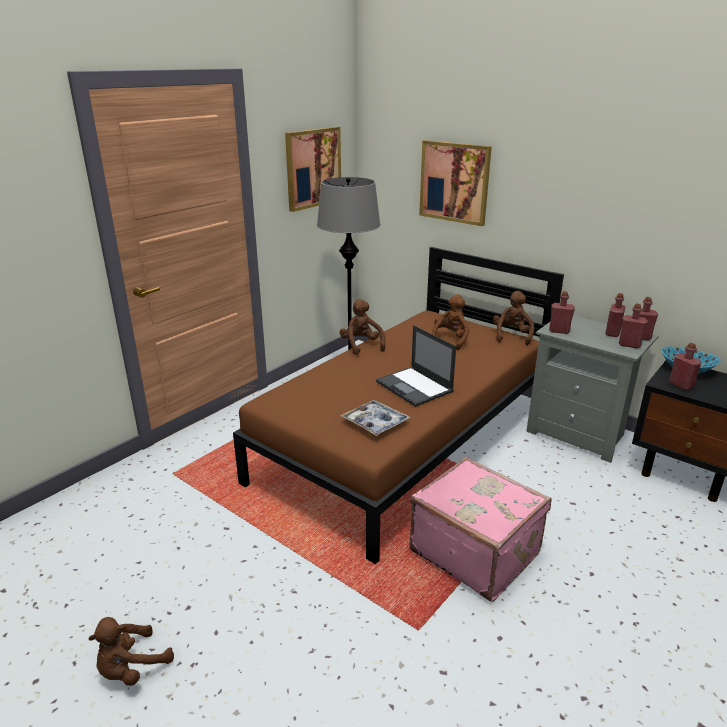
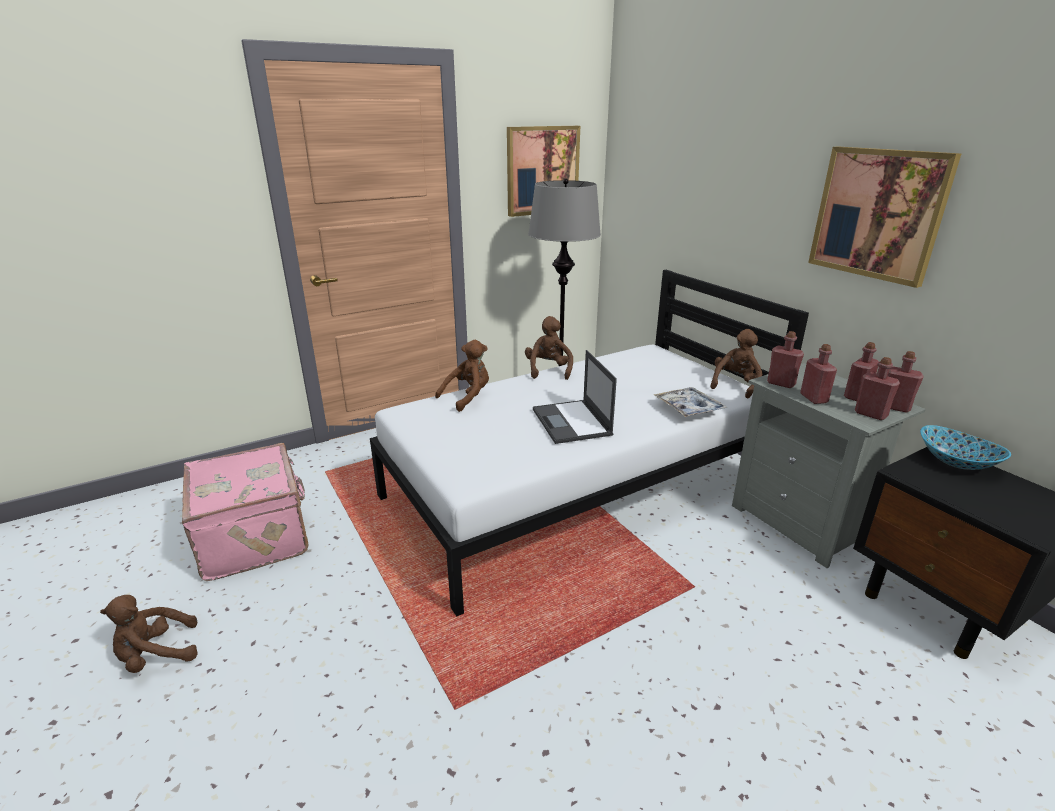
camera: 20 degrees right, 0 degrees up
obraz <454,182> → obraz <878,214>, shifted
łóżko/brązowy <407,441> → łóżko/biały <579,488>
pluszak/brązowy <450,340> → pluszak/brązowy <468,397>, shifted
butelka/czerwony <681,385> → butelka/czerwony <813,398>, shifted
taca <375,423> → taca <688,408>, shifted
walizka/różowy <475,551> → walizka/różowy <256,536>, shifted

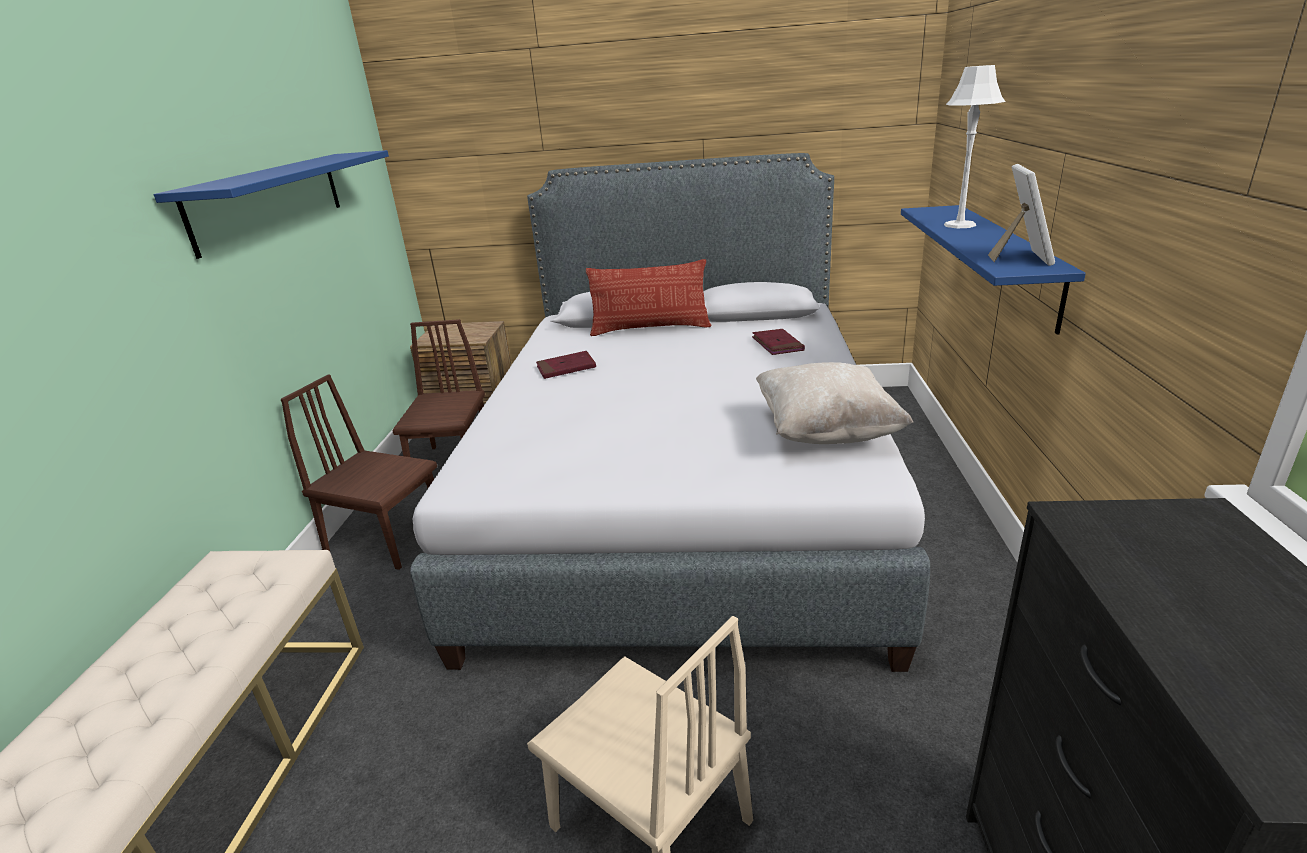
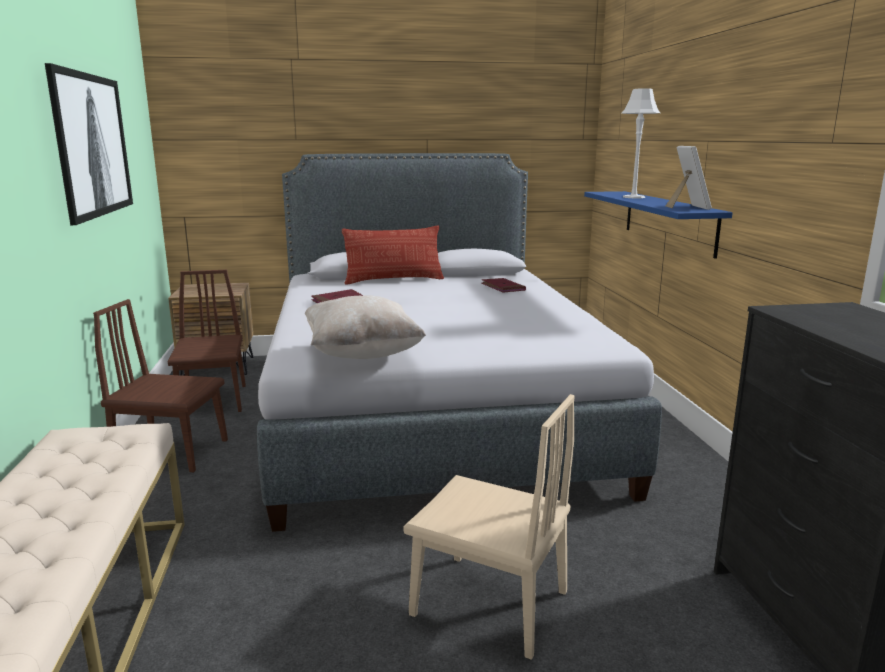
camera: 15 degrees left, 10 degrees down
półka/niebieski <269,200> → obraz <91,145>
poduszka/beżowy <826,432> → poduszka/beżowy <362,354>, shifted

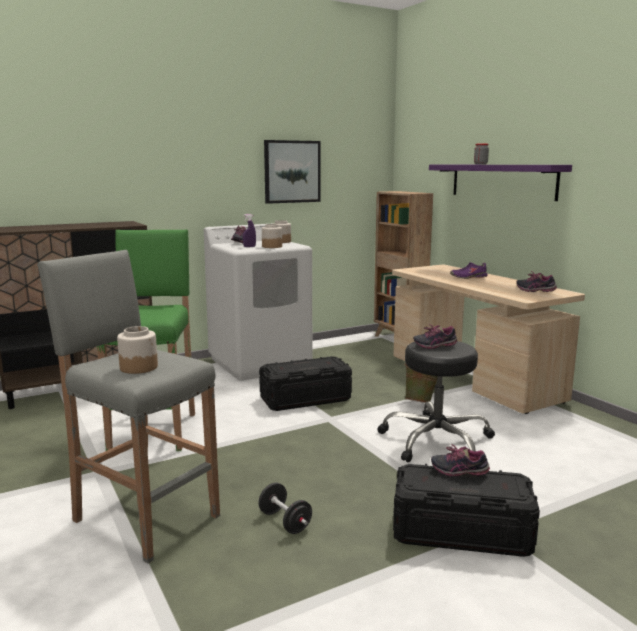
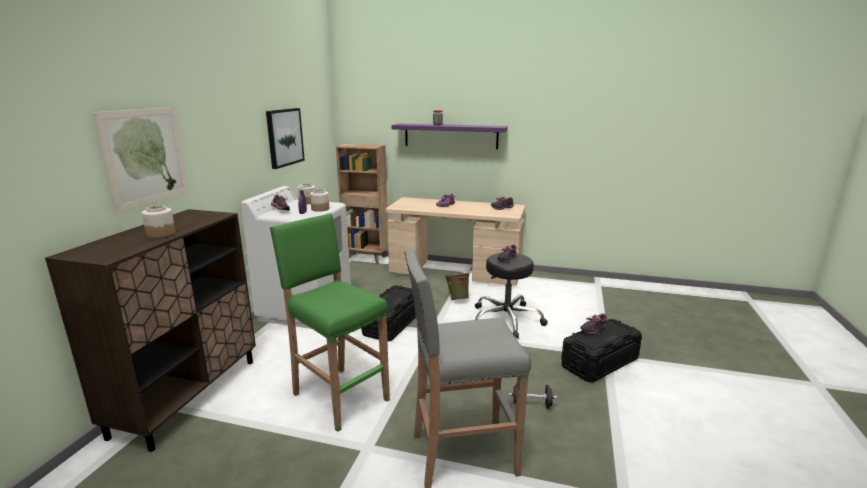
camera: 45 degrees left, 5 degrees up
słoik <139,367> → słoik <161,234>, shifted
- → obraz <145,157>

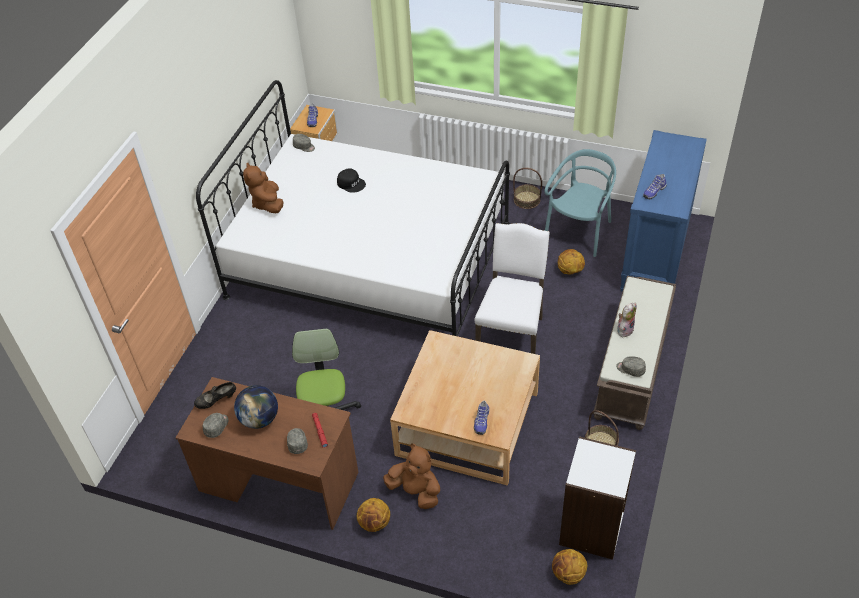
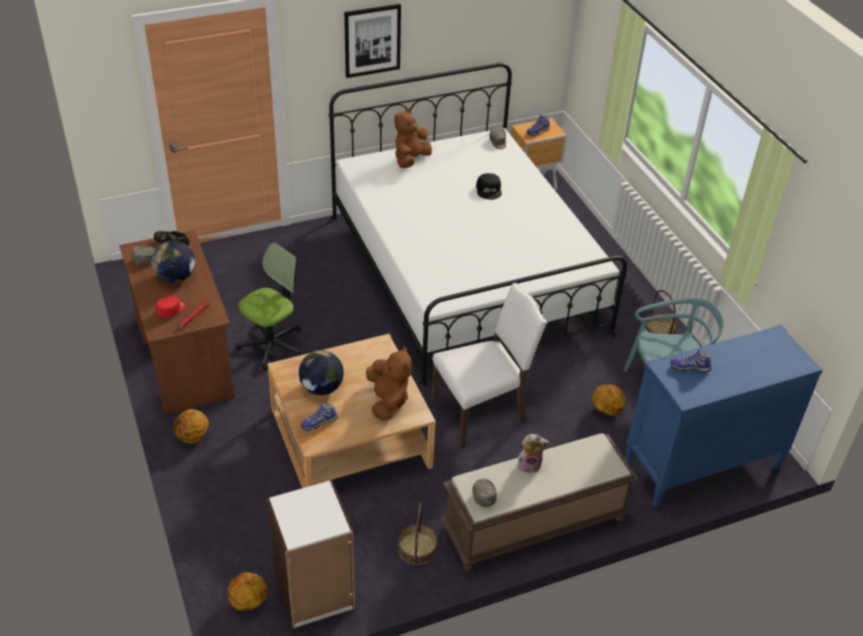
camera: 45 degrees right, 5 degrees down
czapka z daszkiem/szary <297,442> → czapka z daszkiem/czerwony <171,310>
pluszak/brązowy <415,491> → pluszak/brązowy <388,401>, shifted
- → obraz <372,40>
- → globus <322,388>

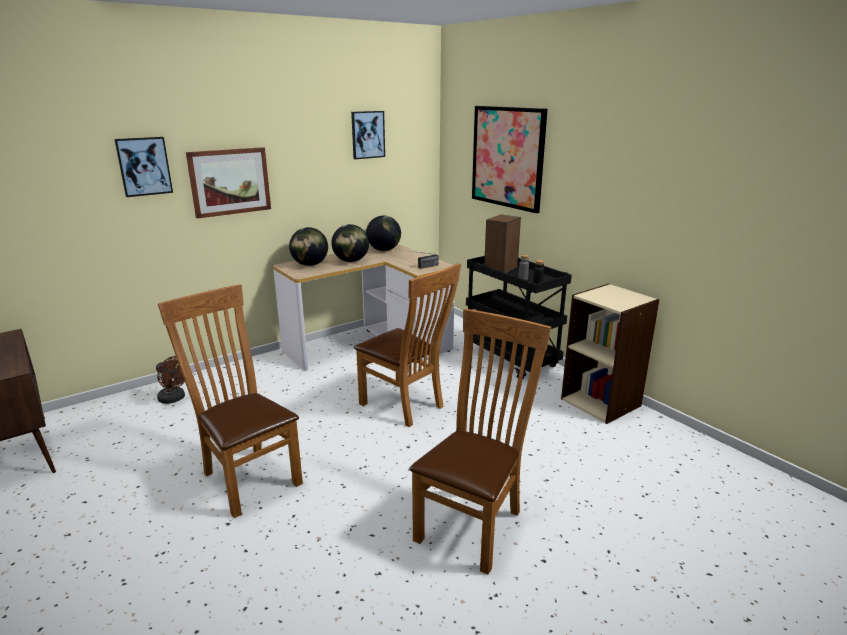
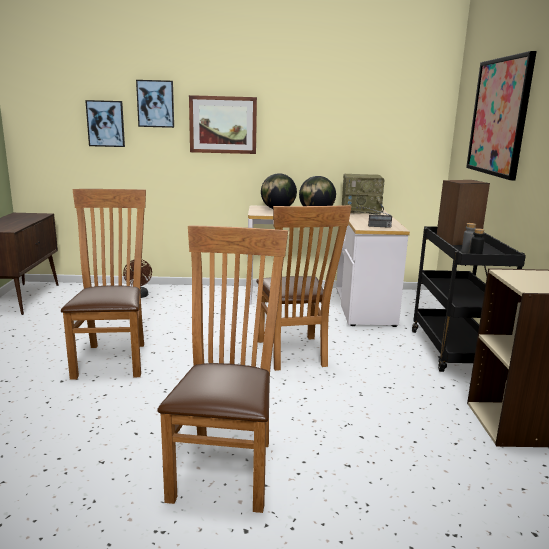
camera: 35 degrees right, 5 degrees down
obraz <367,134> → obraz <106,123>, shifted
globus <384,250> → radio <361,211>
krzesło/brązowy <474,523> → krzesło/brązowy <226,465>, 60 degrees counterclockwise

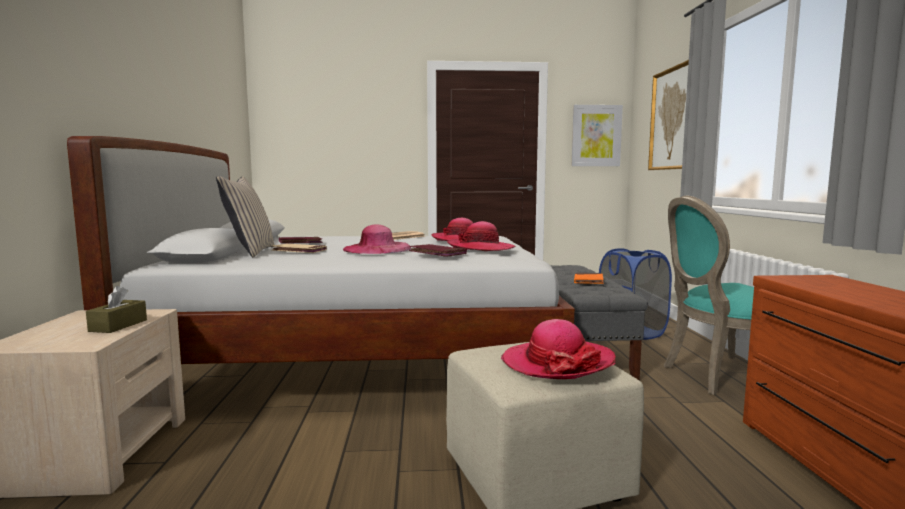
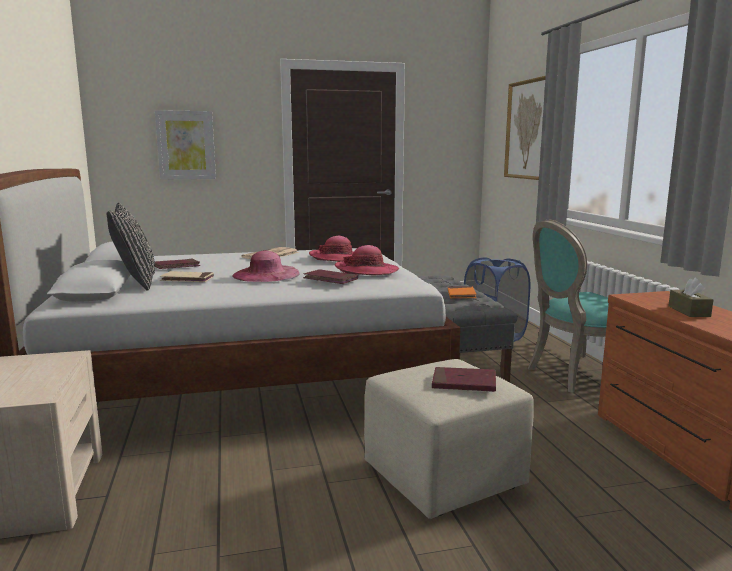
camera: 10 degrees left, 5 degrees up
obraz <596,136> → obraz <186,145>, shifted
poduszka/beżowy <250,252> → poduszka/czarny <136,283>
pudełko chusteczek/brązowy <118,325> → pudełko chusteczek/brązowy <689,311>, shifted
kapelusz <557,363> → książka/czerwony <464,383>

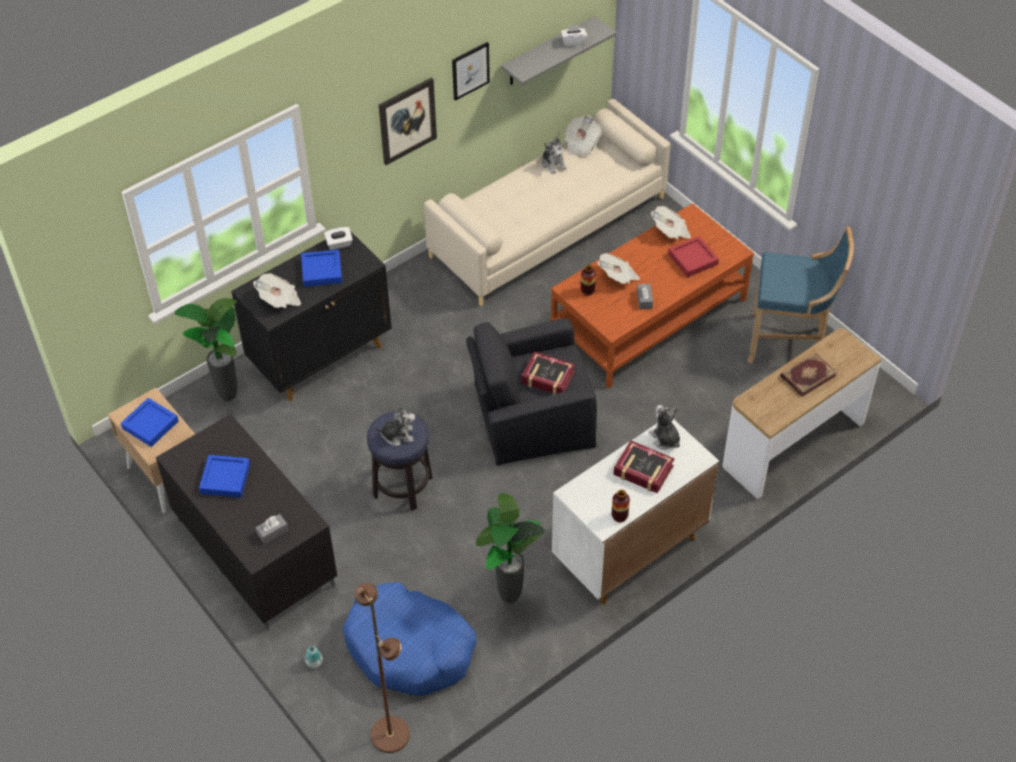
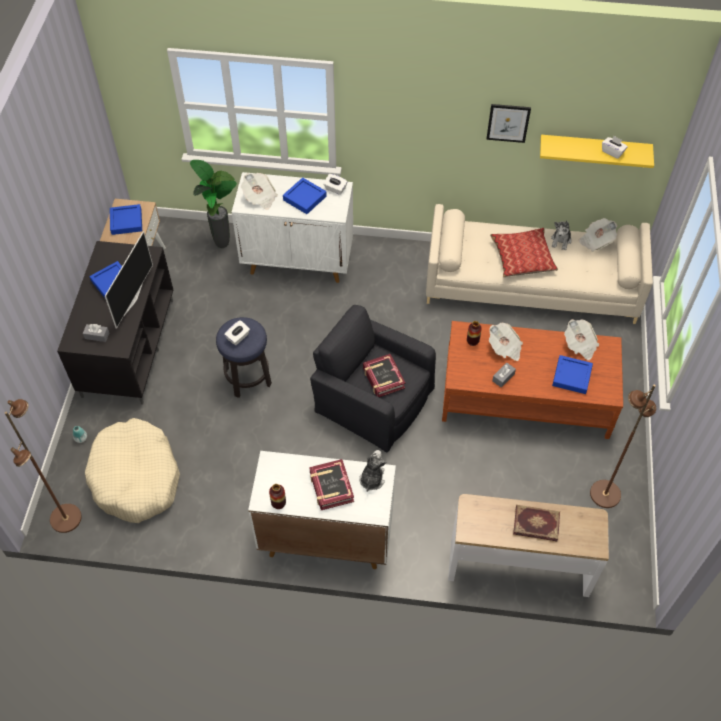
camera: 45 degrees right, 5 degrees up
półka/szary <548,52> → półka/żółty <594,149>
obraz <407,121> → -
stołek/niebieski <789,342> → lampa stojąca/brązowy <604,494>
szafka/czarny <321,356> → szafka/biały <298,261>
taca/czerwony <693,259> → taca/niebieski <571,376>
pluszak <398,435> → pudełko chusteczek/biały <238,337>
roślina doniczkowa <508,599> → -
legowisko/niebieski <409,648> → legowisko/beżowy <136,477>
- → poduszka <522,257>
- → telewizor <132,299>

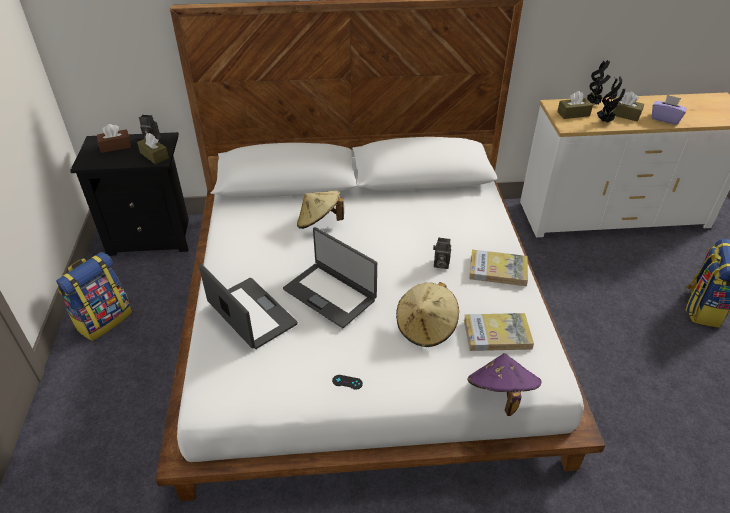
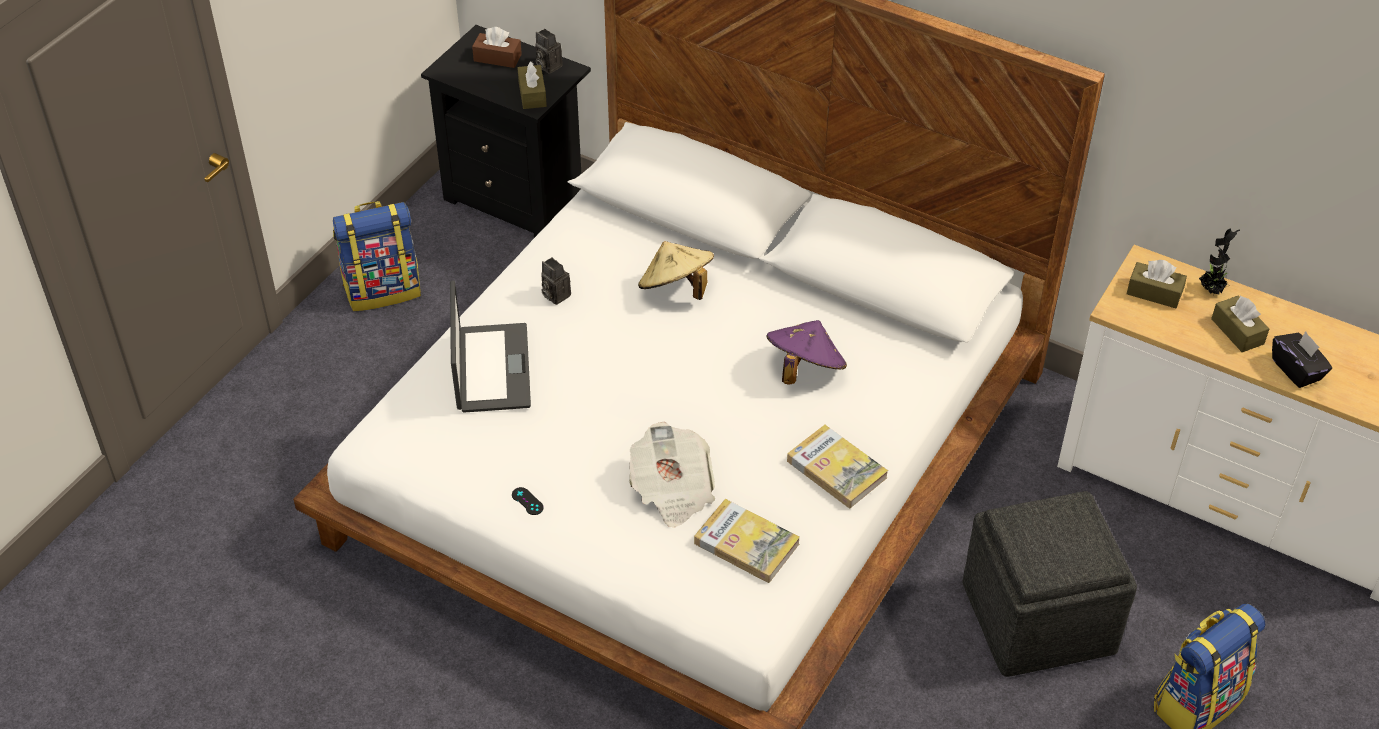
camera: 35 degrees right, 5 degrees up
roślina doniczkowa <605,122> → -
pudełko chusteczek/fioletowy <665,119> → pudełko chusteczek/czarny <1296,370>
laptop <330,294> → -
aparat fotograficzny <440,264> → aparat fotograficzny <554,295>, shifted
kapelusz/beżowy <426,327> → gazeta <672,491>
kapelusz/fioletowy <500,394> → kapelusz/fioletowy <804,369>, shifted
- → pufa/szary <1040,618>

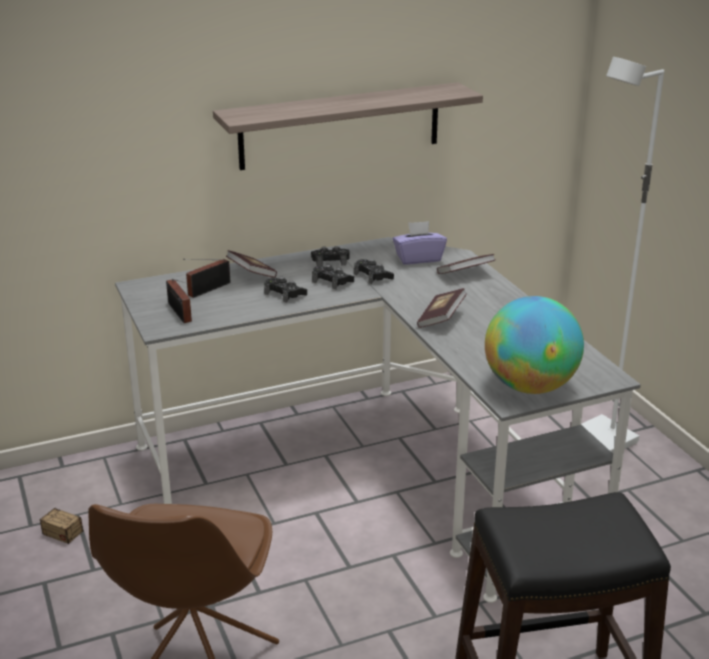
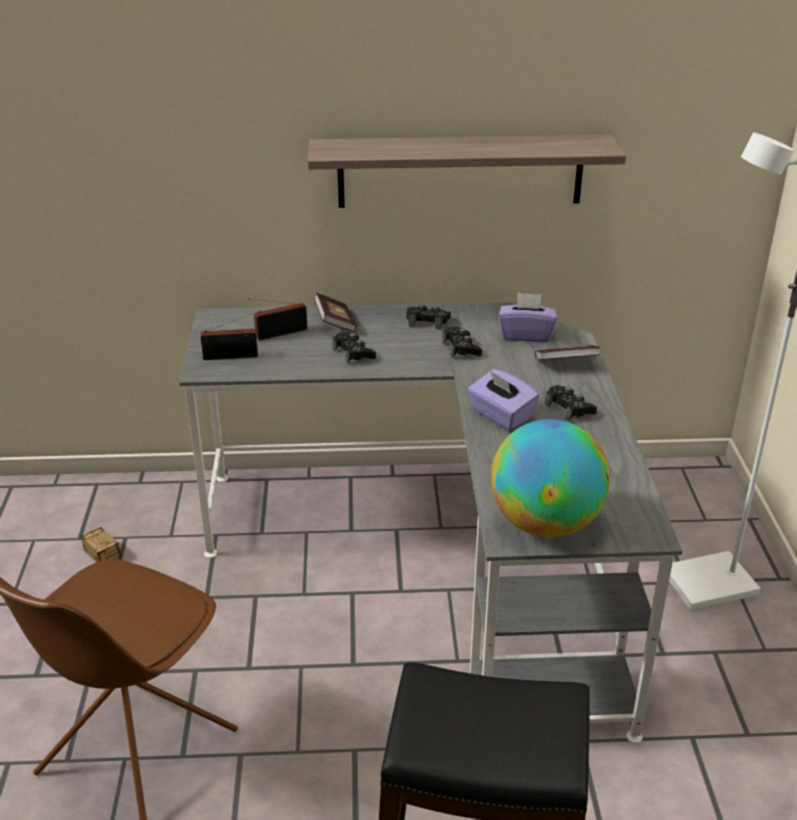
camera: 20 degrees right, 5 degrees up
pad do gier/czarny <332,281> → pad do gier/czarny <569,408>, shifted
radio <180,313> → radio <234,356>, 90 degrees counterclockwise
książka <441,319> → pudełko chusteczek/fioletowy <501,415>

